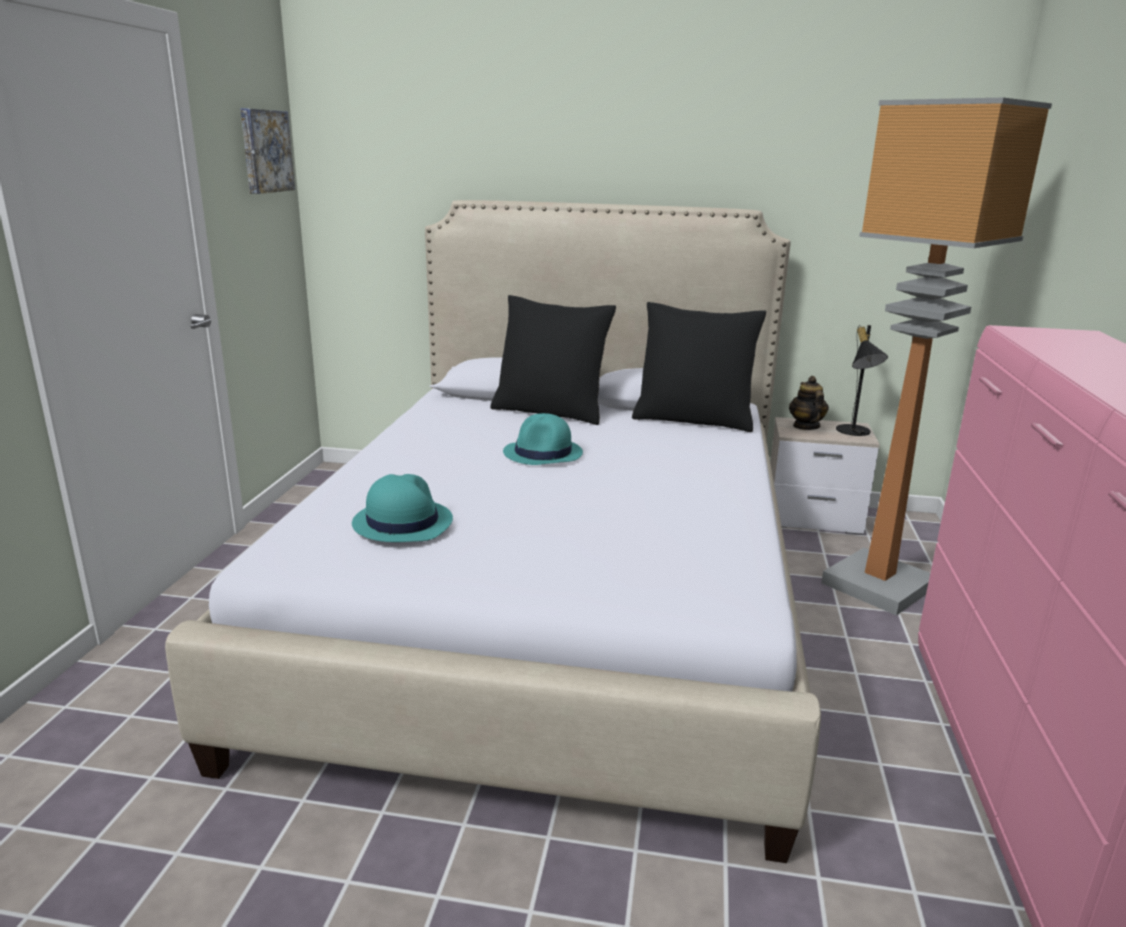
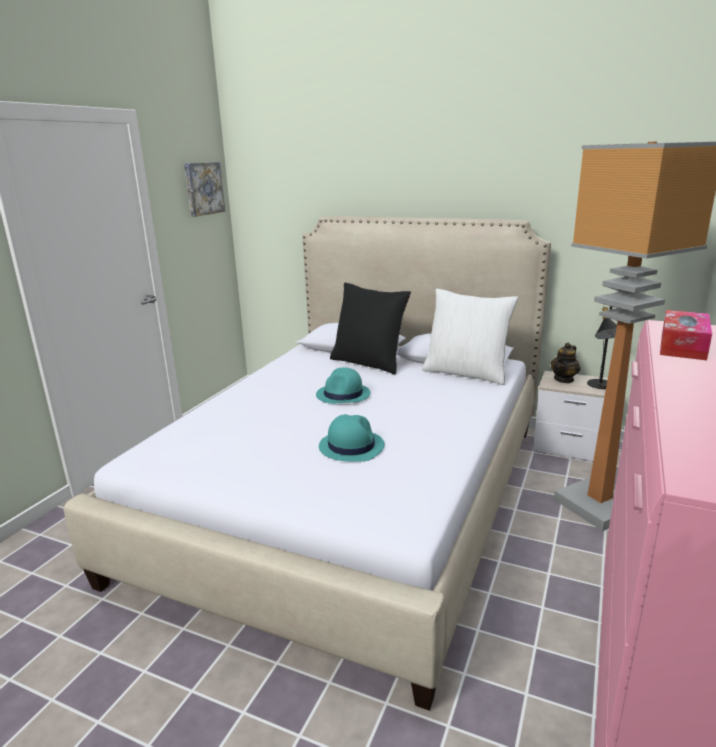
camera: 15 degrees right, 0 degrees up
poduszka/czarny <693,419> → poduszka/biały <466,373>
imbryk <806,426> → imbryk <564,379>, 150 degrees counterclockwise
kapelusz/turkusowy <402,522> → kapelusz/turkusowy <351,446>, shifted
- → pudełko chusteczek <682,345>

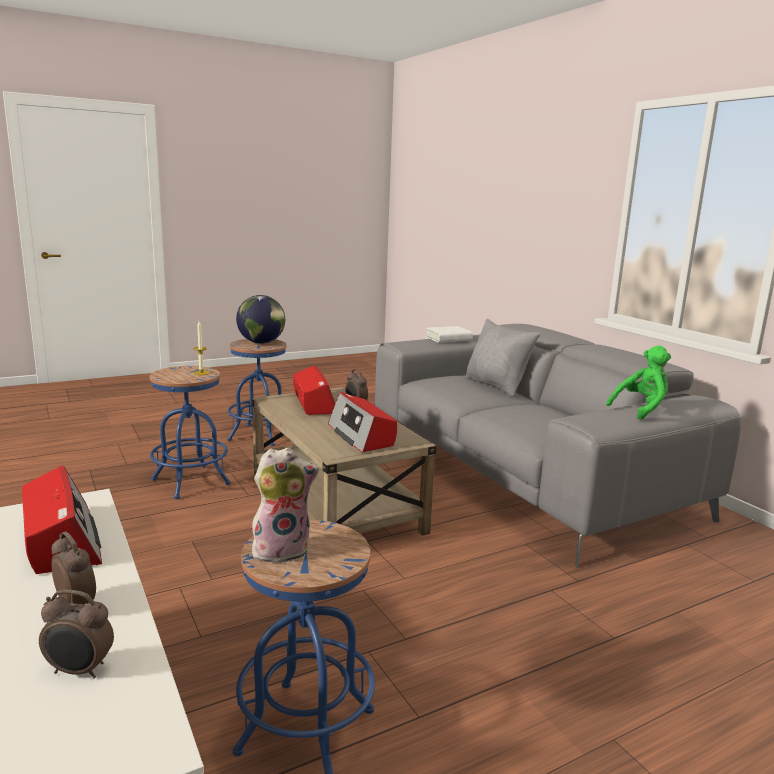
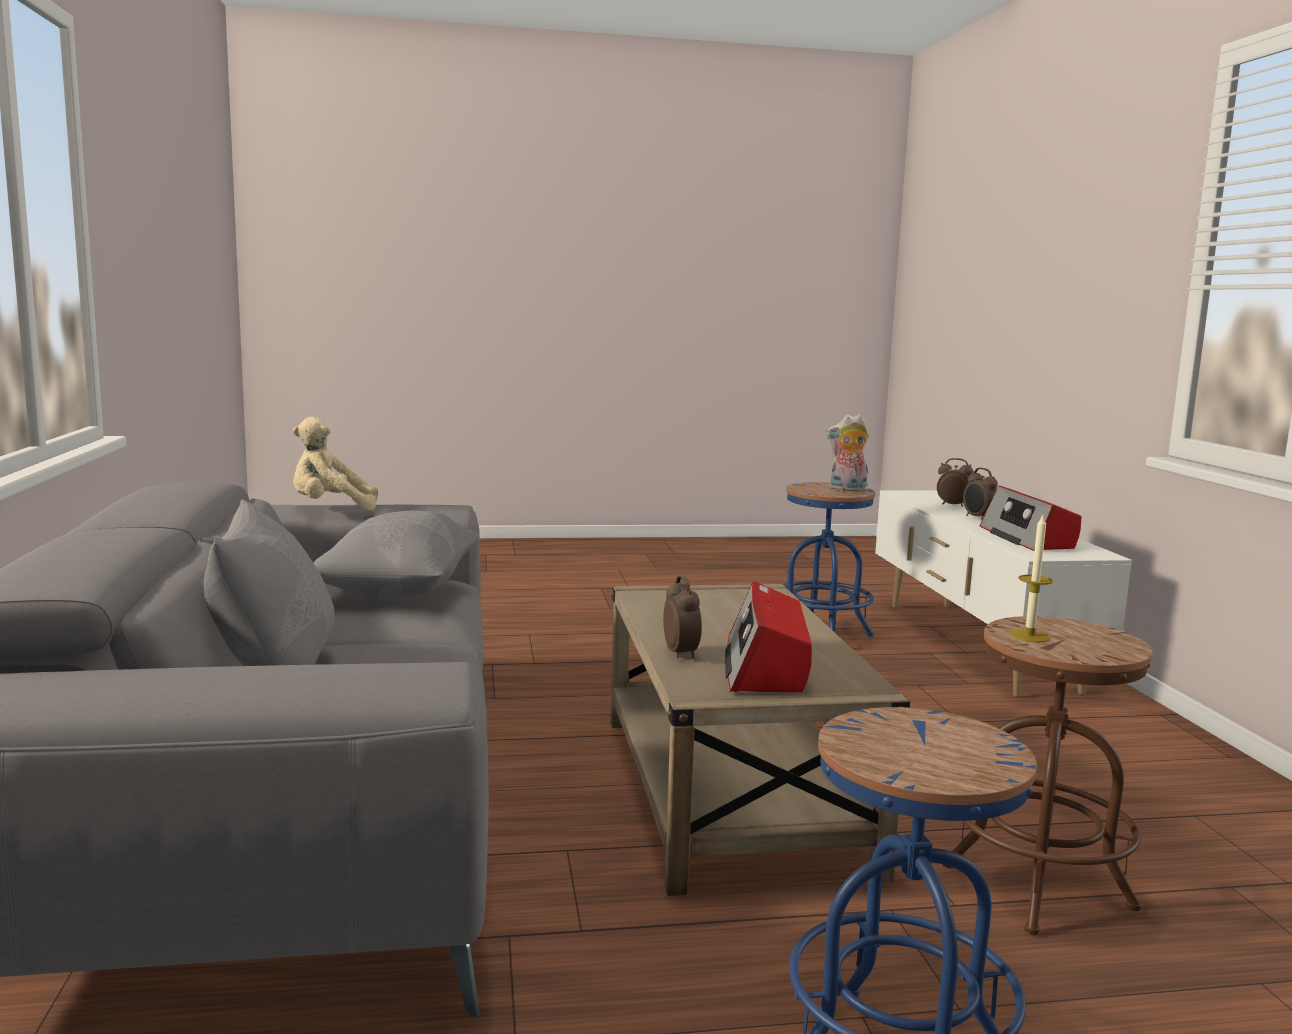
camera: 160 degrees left, 5 degrees down
globus <261,343> → -
książka/biały <448,338> → -
pluszak/zielony <641,409> → pluszak/beżowy <331,509>
stołek/niebieski <191,482> → stołek/brązowy <1038,887>
radio <361,435> → -
- → poduszka/szary <398,592>

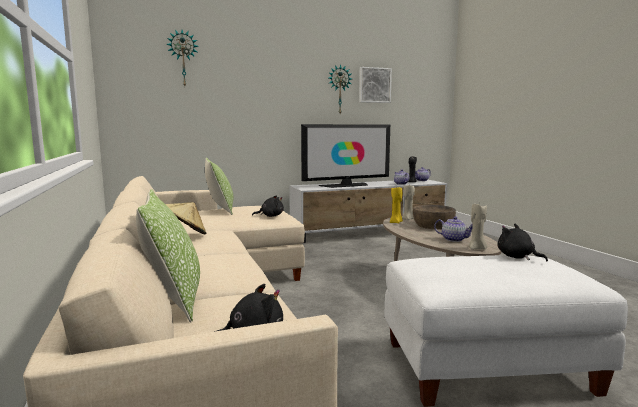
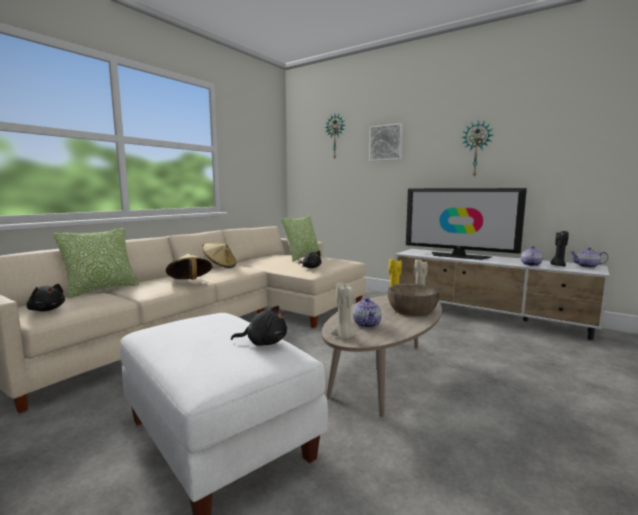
camera: 55 degrees right, 0 degrees up
obraz <374,85> → obraz <386,143>, shifted
pluszak/czarny <517,257> → pluszak/czarny <264,343>, 75 degrees clockwise
- → kapelusz/beżowy <190,282>

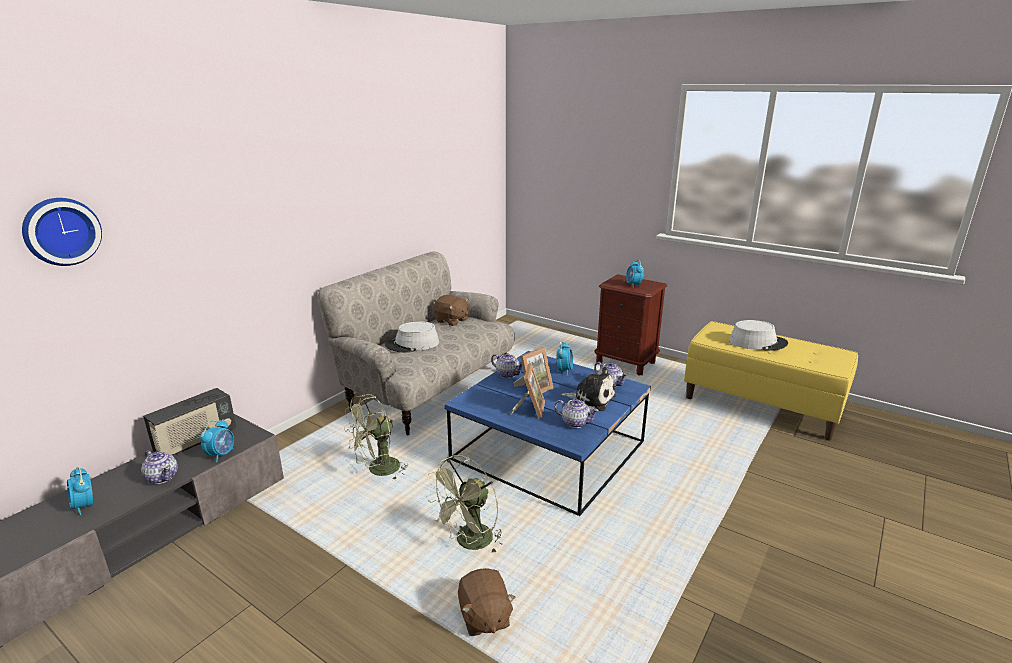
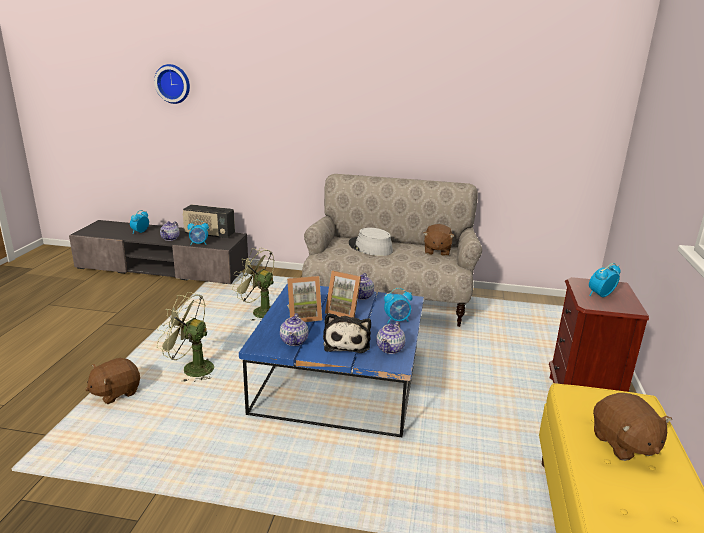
camera: 65 degrees right, 0 degrees up
kapelusz/szary <757,342> → pluszak/brązowy <624,444>

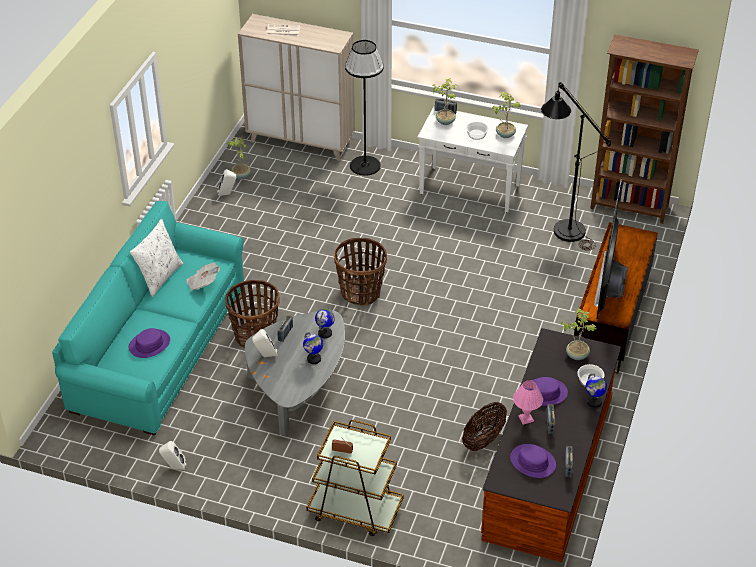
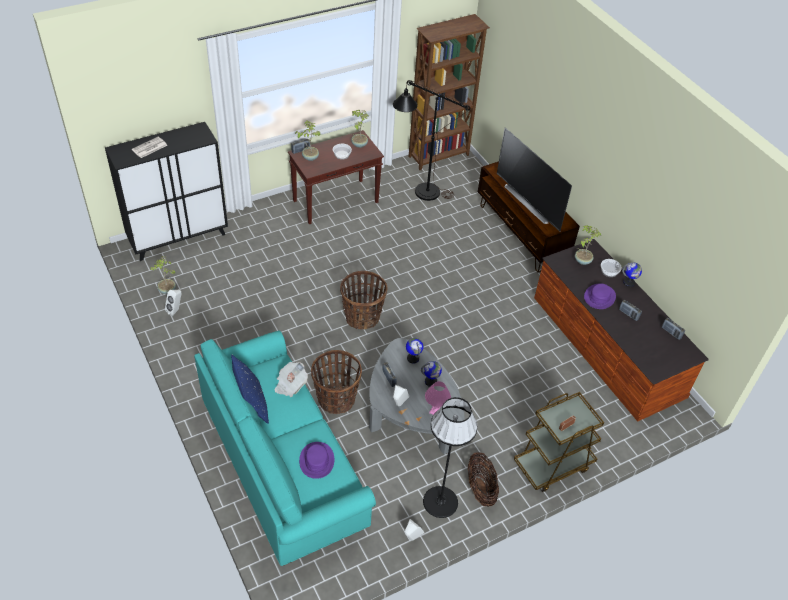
camera: 50 degrees left, 5 degrees up
szafka/beżowy <301,142> → szafka/czarny <179,238>
lampa stojąca/czarny <365,166> → lampa stojąca/czarny <440,502>, shifted
stolik konsolowy/biały <470,189> → stolik konsolowy/brązowy <336,201>
poduszka/biały <159,277> → poduszka/niebieski <252,404>
lampa stołowa/różowy <525,418> → lampa stołowa/różowy <435,411>, shifted
koszyk <483,439> → koszyk <480,488>, shifted
kapelusz/fioletowy <532,462> → -

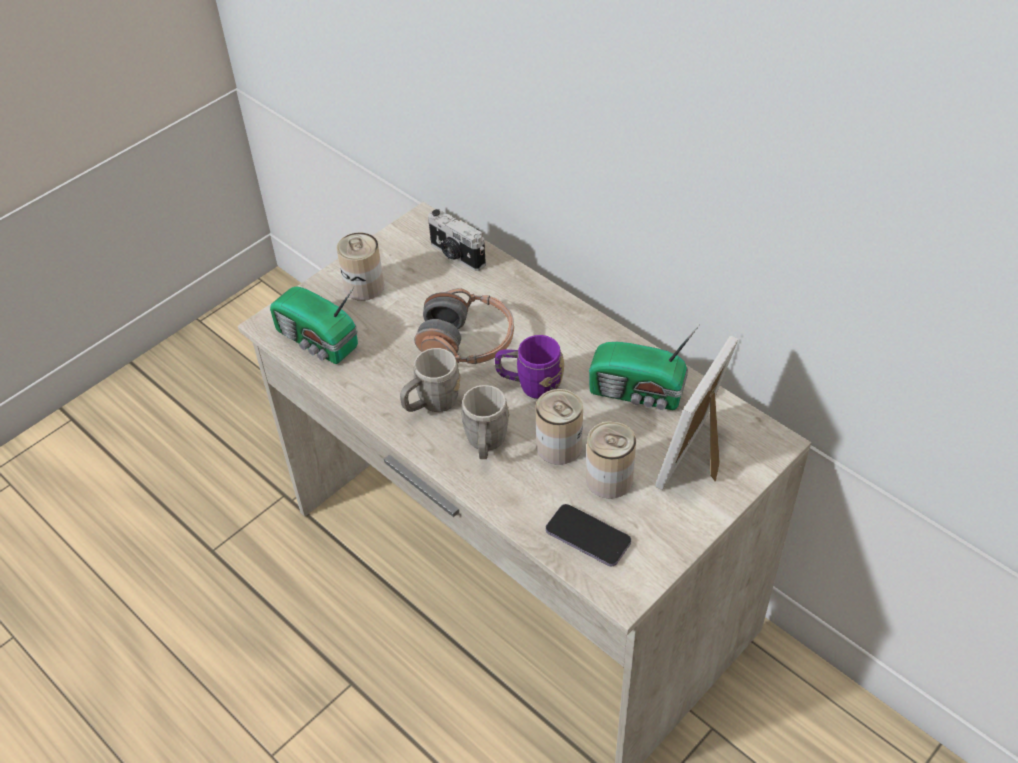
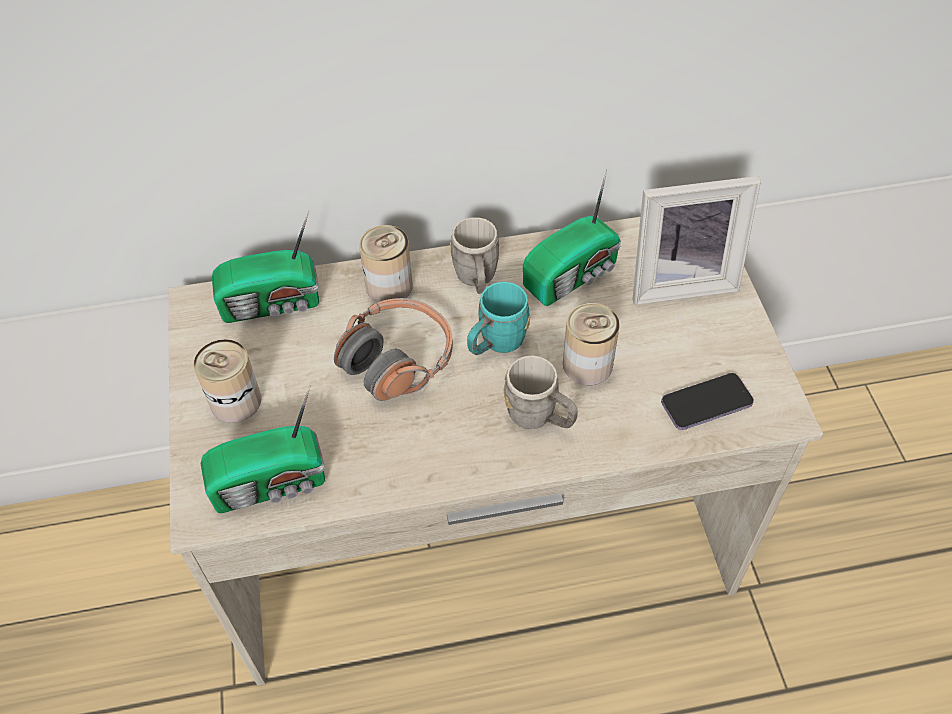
camera: 55 degrees left, 5 degrees up
aparat fotograficzny <456,255> → radio <274,303>
kubek/fioletowy <530,385> → kubek/turkusowy <496,343>
ramka na zdjęcie <699,459> → ramka na zdjęcie <680,280>, 75 degrees counterclockwise
kubek/szary <431,404> → kubek/szary <477,279>, shifted
puszka <609,479> → puszka <389,285>, shifted

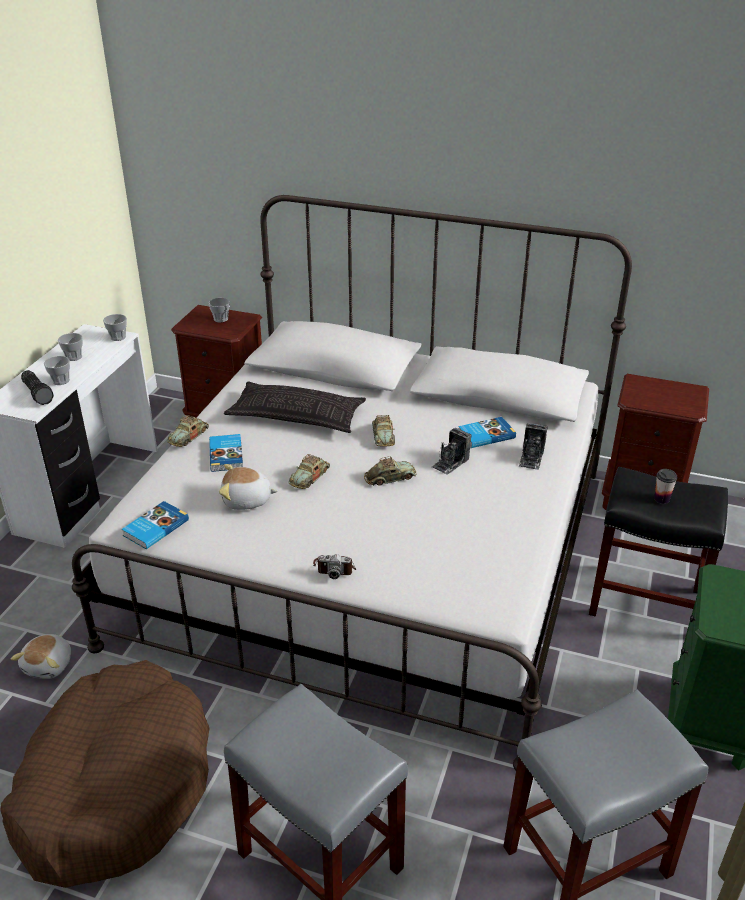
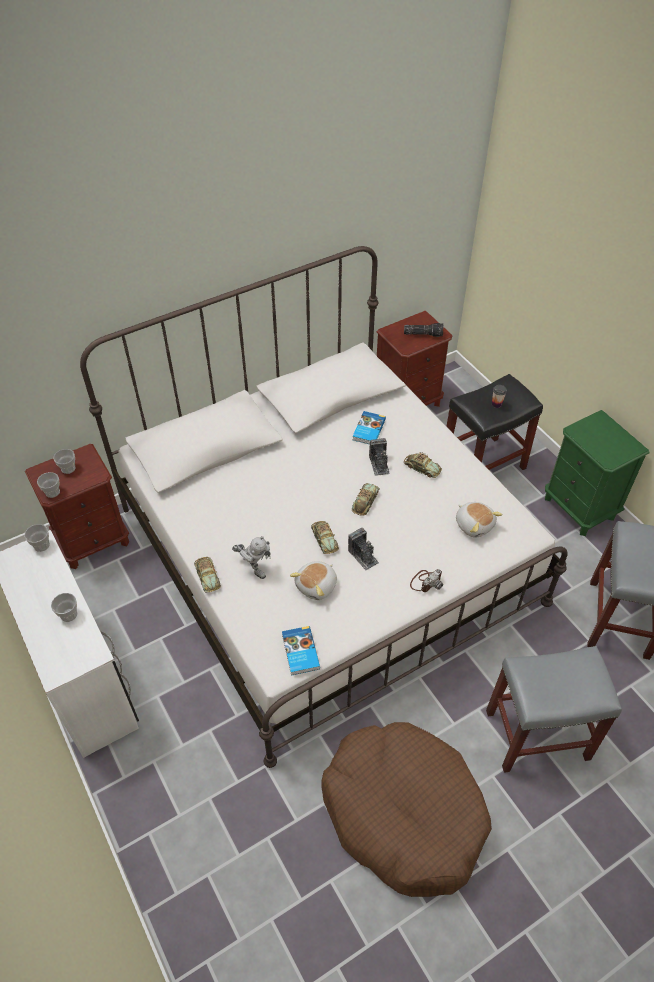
camera: 50 degrees left, 15 degrees up
filiżanka <74,357> → filiżanka <52,492>, shifted
latarka <38,393> → latarka <423,334>, shifted
poduszka <296,416> → -
samochodzik <383,436> → samochodzik <422,468>, shifted
aparat fotograficzny <531,458> → aparat fotograficzny <363,556>, shifted
książka <227,455> → robot zabawkowy <254,567>
pluszak <49,665> → pluszak <474,524>, shifted

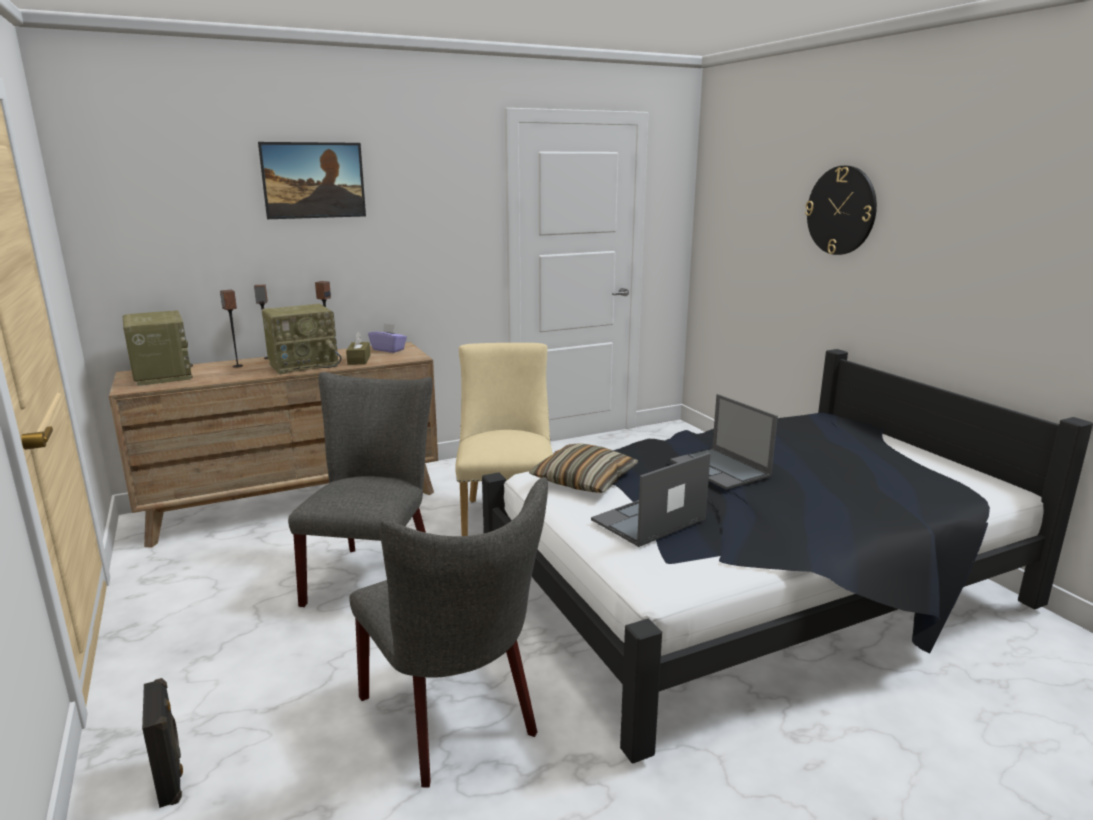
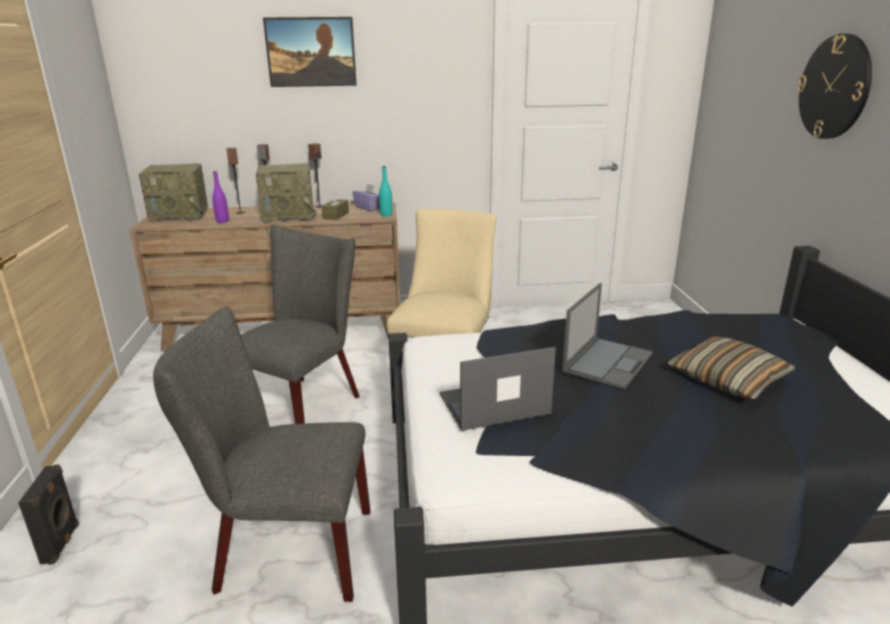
camera: 20 degrees right, 5 degrees up
radio <161,375> → radio <181,215>, 90 degrees clockwise
laptop <721,469> → laptop <608,362>, 135 degrees counterclockwise
poduszka <584,480> → poduszka <728,379>, shifted
krzesło/szary <454,720> → krzesło/szary <285,551>, 105 degrees clockwise
- → butelka/turkusowy <386,215>
- → butelka/fioletowy <222,221>

